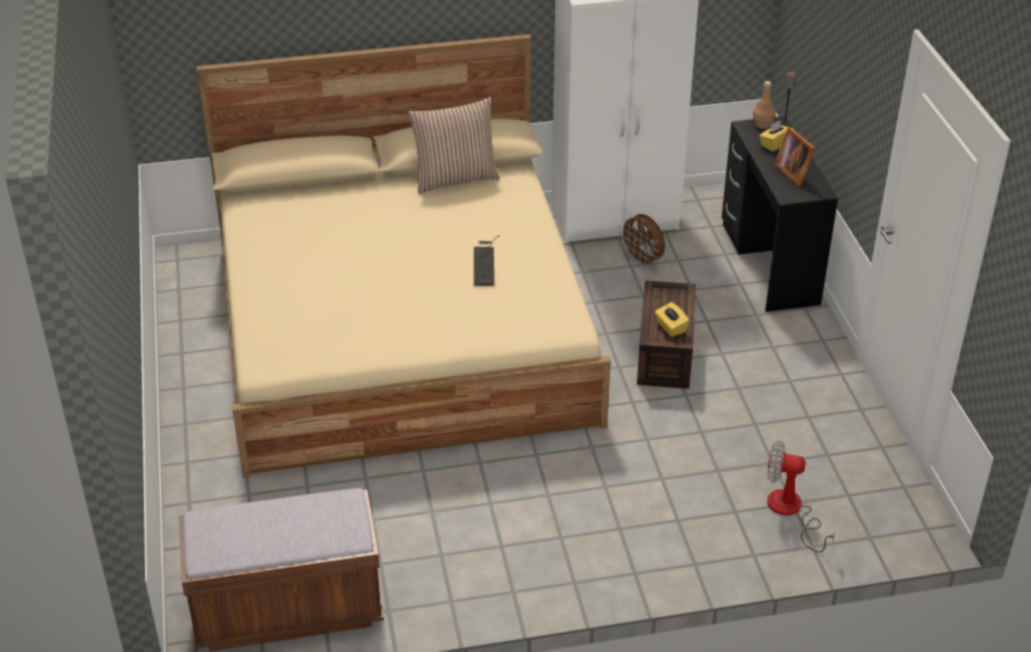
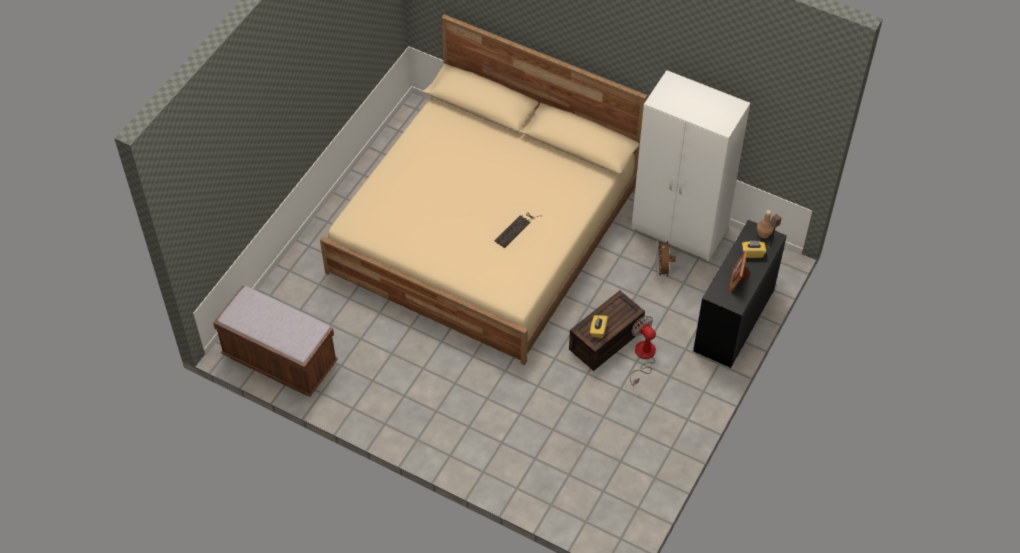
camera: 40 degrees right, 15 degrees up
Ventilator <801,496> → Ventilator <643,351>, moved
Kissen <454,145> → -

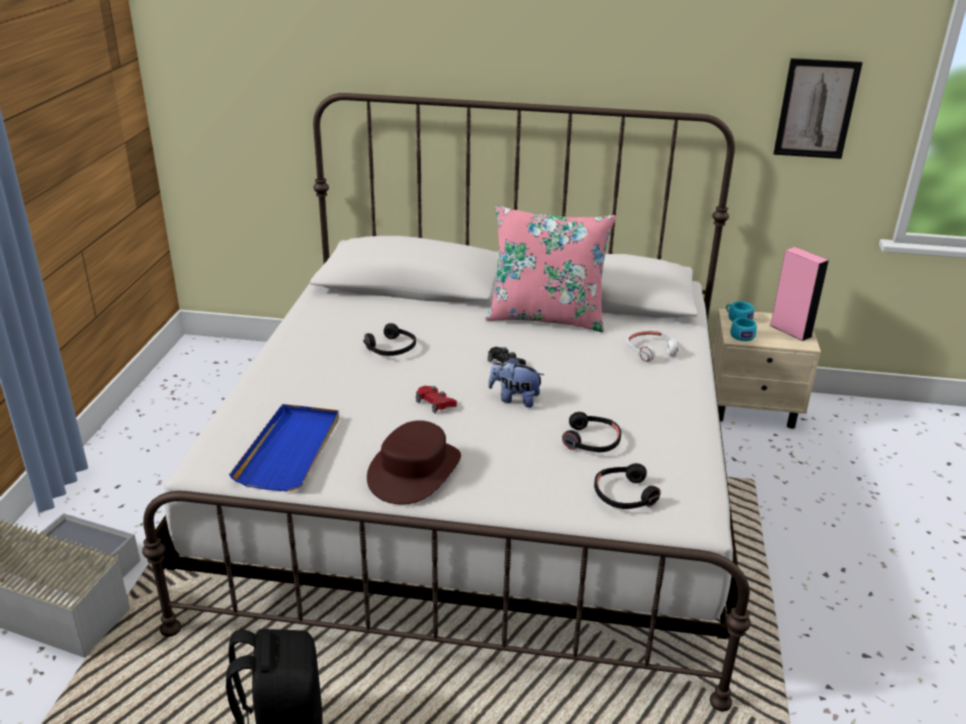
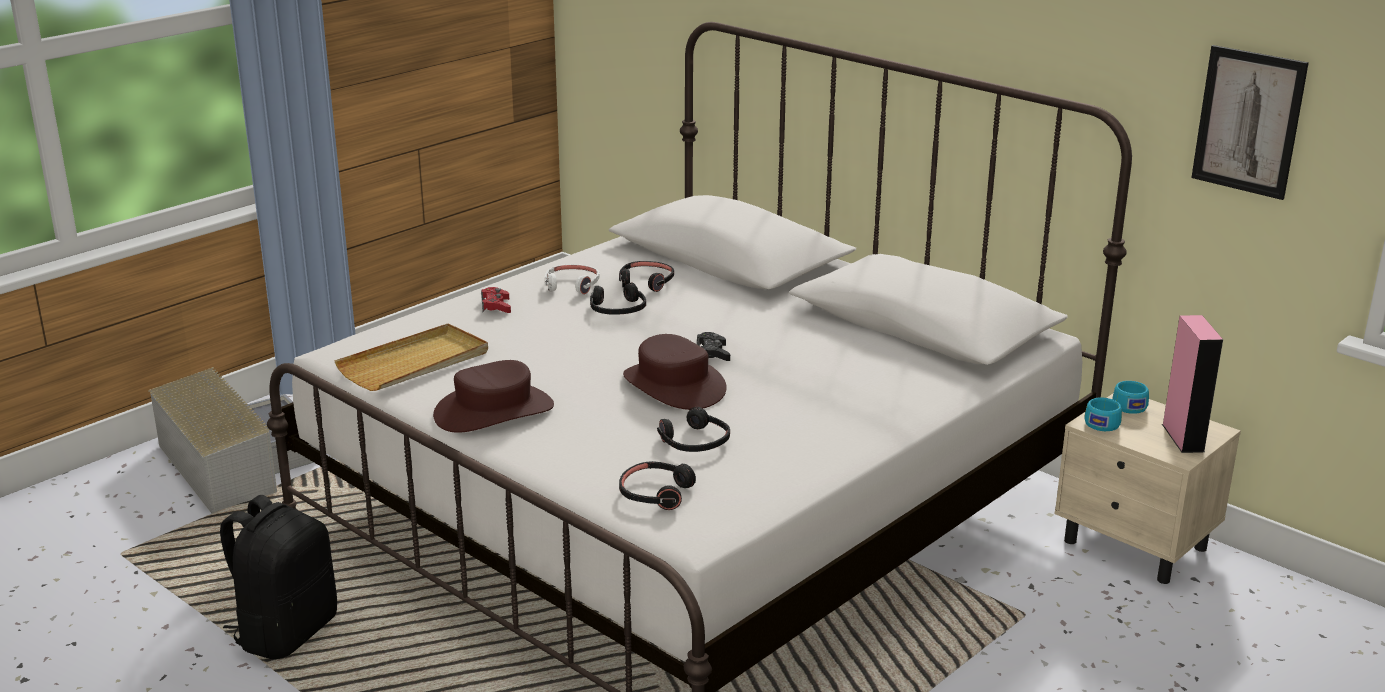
camera: 35 degrees right, 5 degrees down
Tablett/blau <284,447> → Tablett/beige <411,357>
Gamepad/rot <436,400> → Gamepad/rot <496,300>, moved
Kopfhörer/weiß <652,346> → Kopfhörer/weiß <572,279>, moved
- → Kopfhörer/schwarz <646,276>
Plüschtier <516,382> → Hut/braun <675,372>
Kissen/rosa <551,268> → -

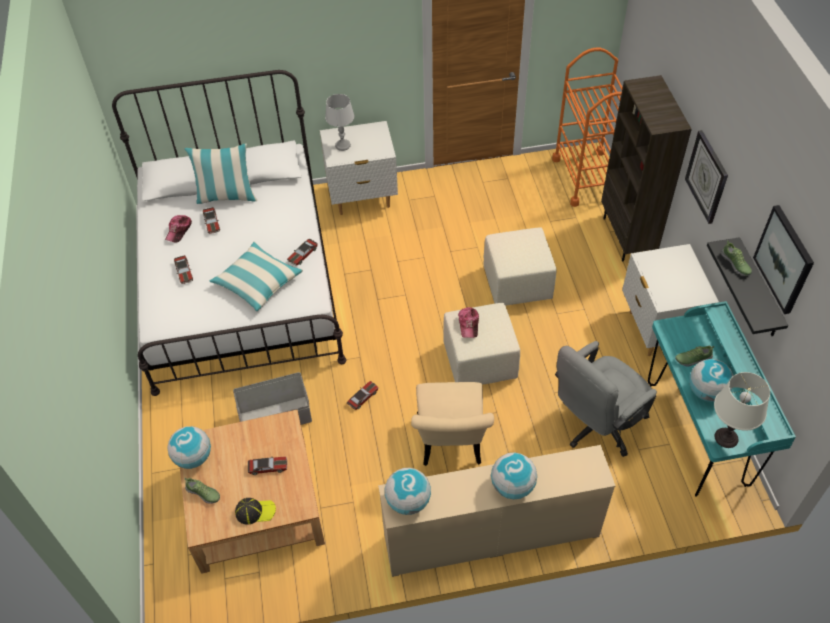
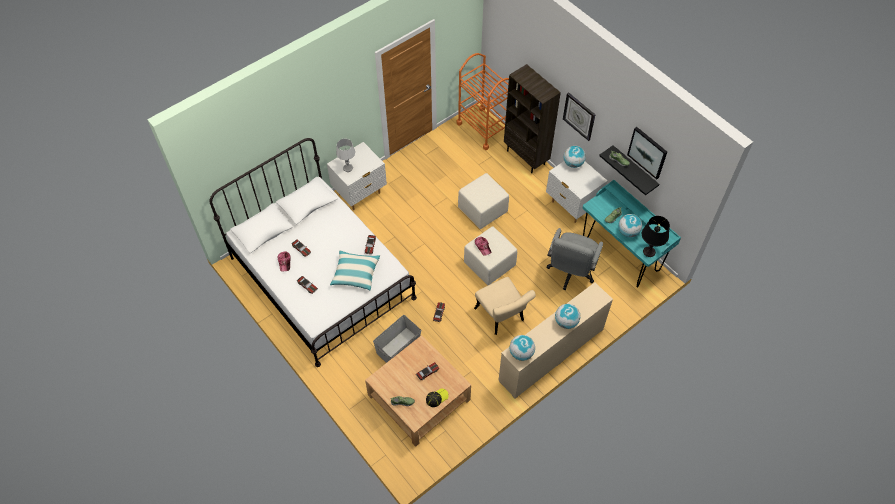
camera: 30 degrees left, 5 degrees up
Globus <189,447> → Globus <575,157>, moved
Tischlampe/weiß <742,410> → Tischlampe/schwarz <656,236>
Kissen <220,174> → -

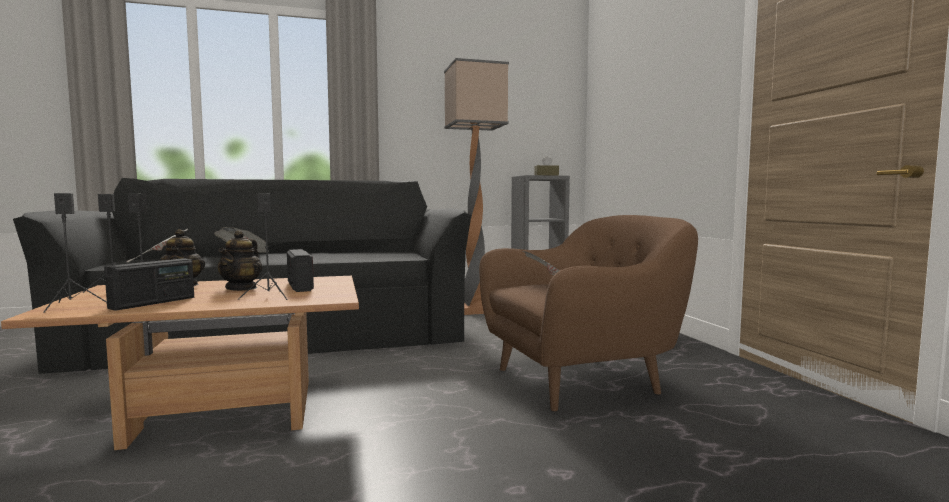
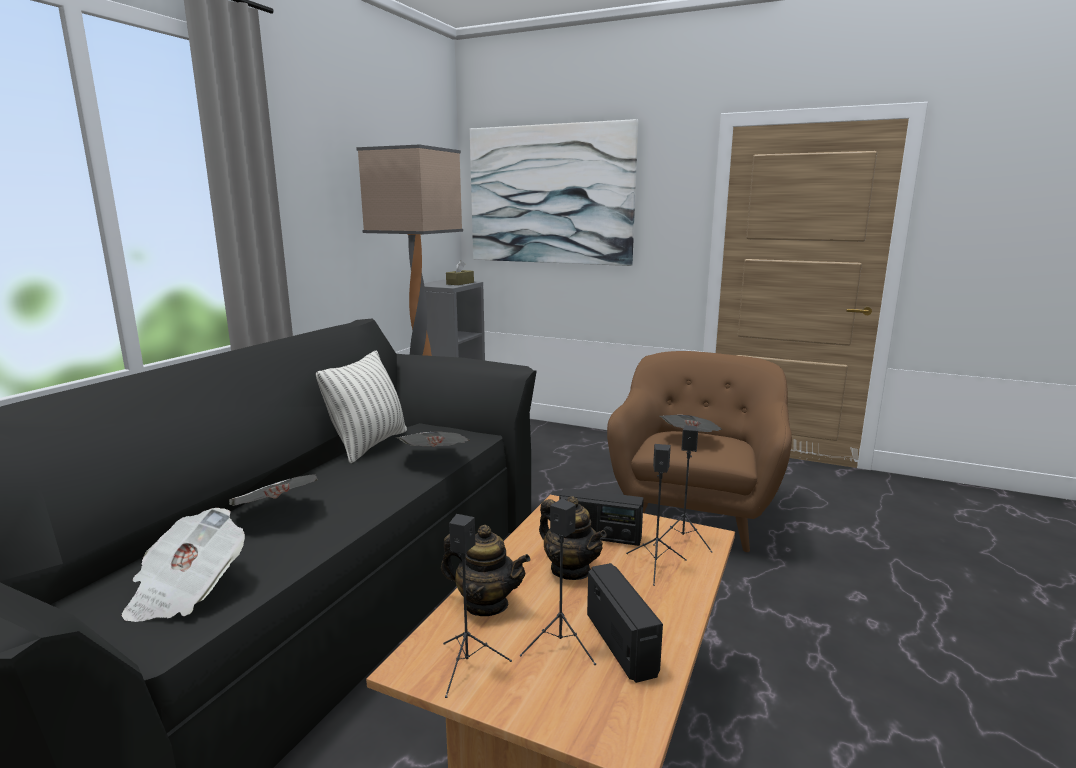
camera: 50 degrees left, 10 degrees up
- → Kissen <361,406>
- → Zeitung <432,439>
- → Bild <554,192>
Lautsprecher/schwarz <74,253> → Lautsprecher/schwarz <683,488>, moved

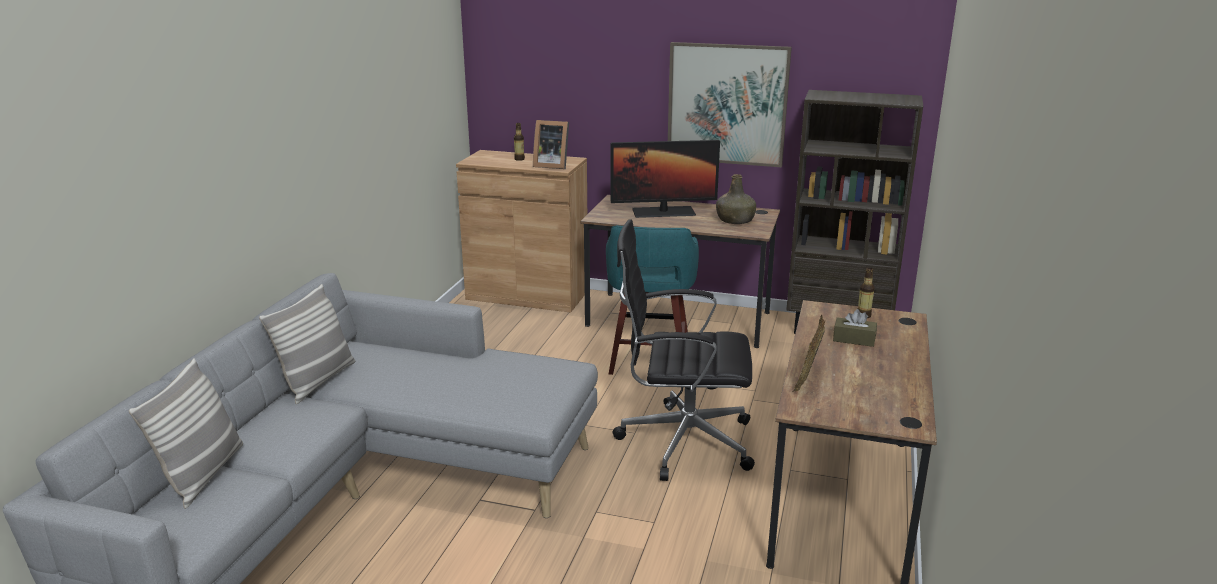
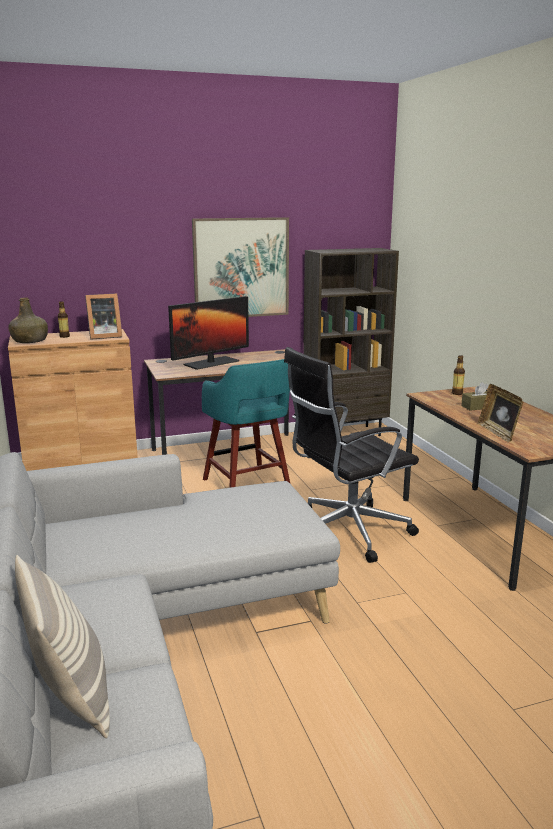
camera: 35 degrees left, 5 degrees down
Flasche/grün <736,199> → Flasche/grün <28,320>, moved
Kissen <307,344> → -

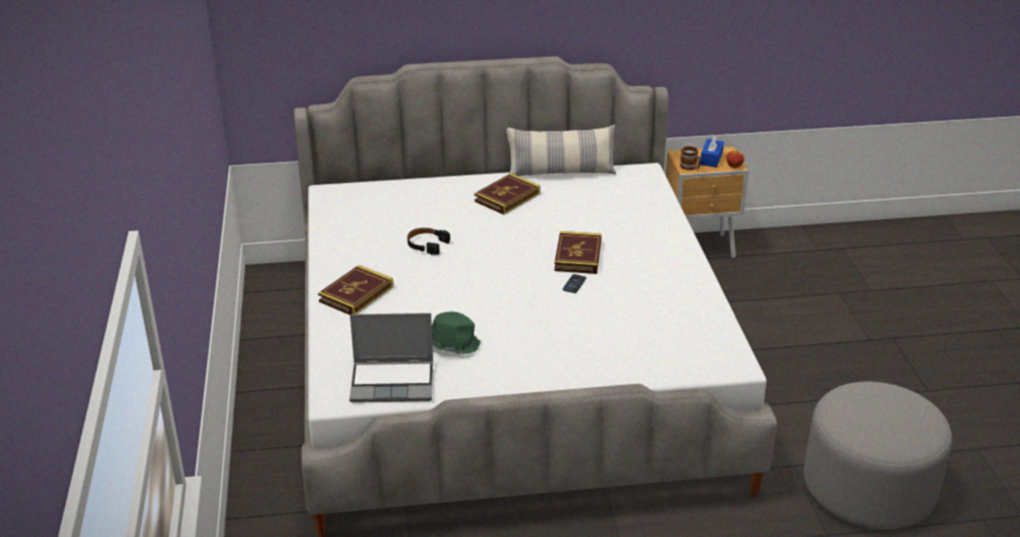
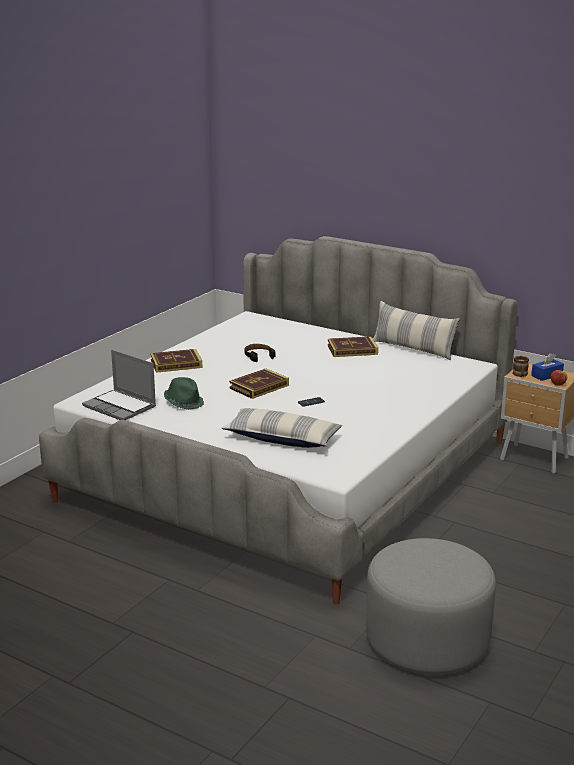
camera: 40 degrees right, 10 degrees down
- → Kissen <281,428>
Buch <578,252> → Buch <259,384>, moved

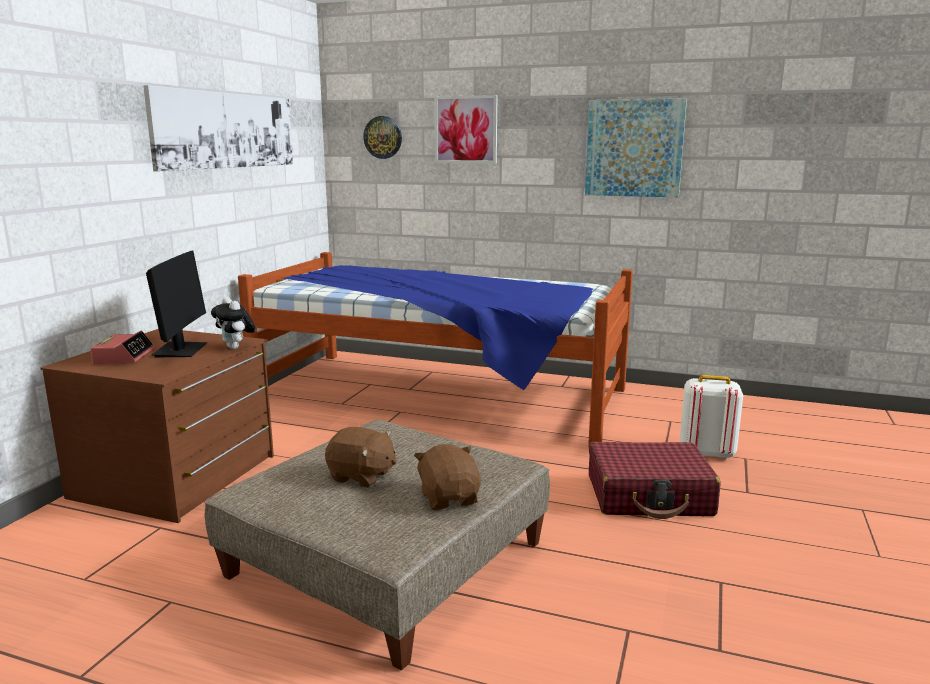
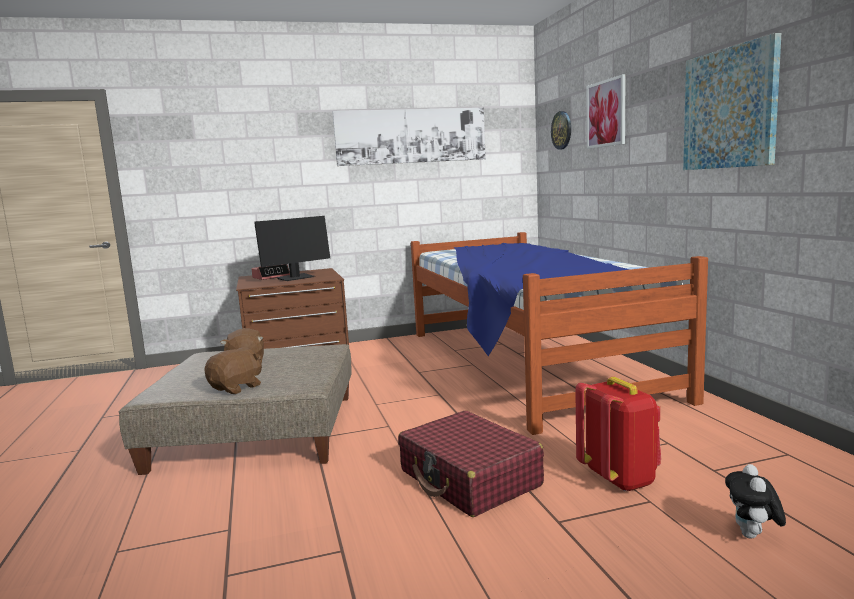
camera: 55 degrees right, 5 degrees down
Rucksack/weiß <711,417> → Rucksack/rot <618,434>
Plüschtier <233,323> → Plüschtier <755,501>, moved

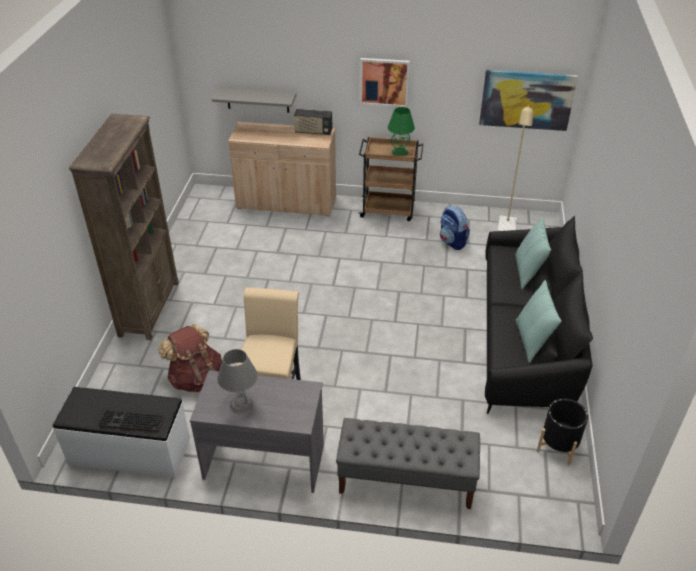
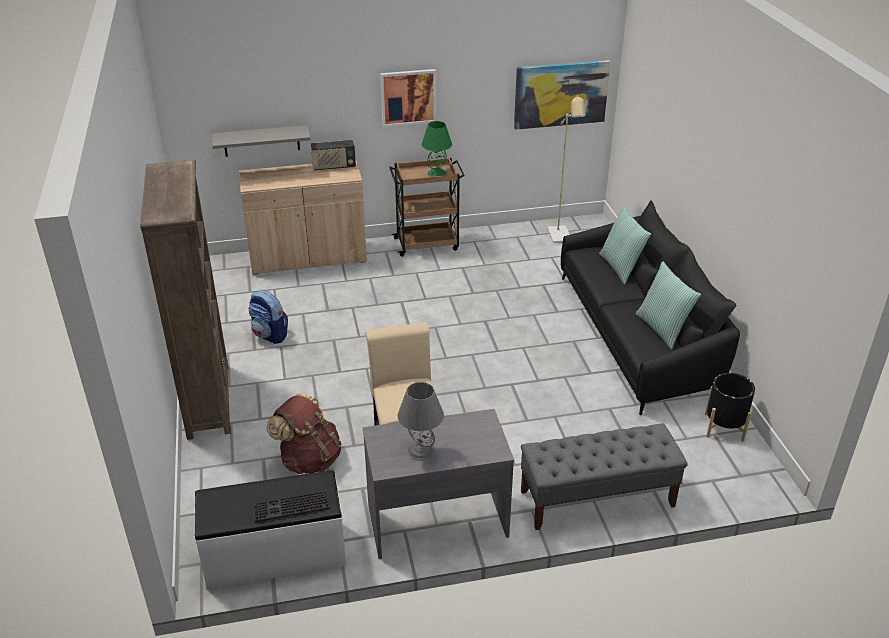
camera: 20 degrees left, 5 degrees down
Rucksack <455,228> → Rucksack <268,317>, moved

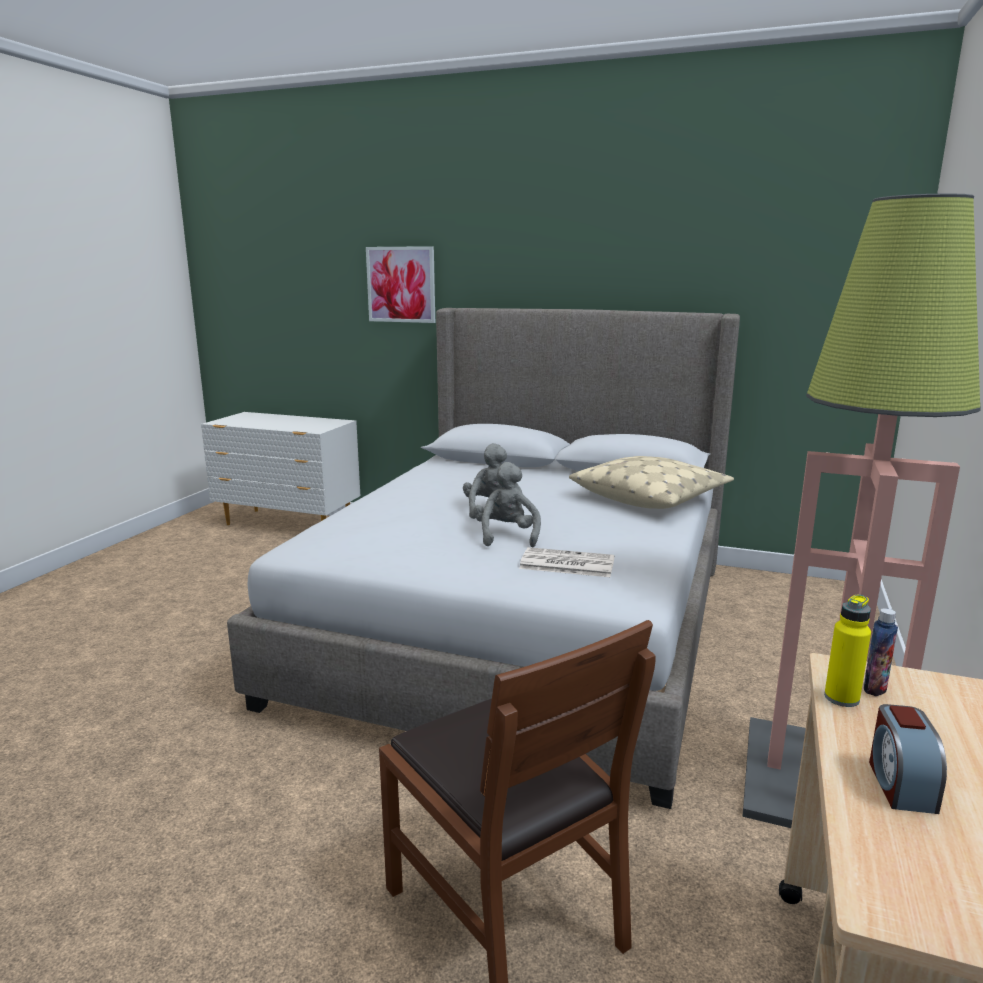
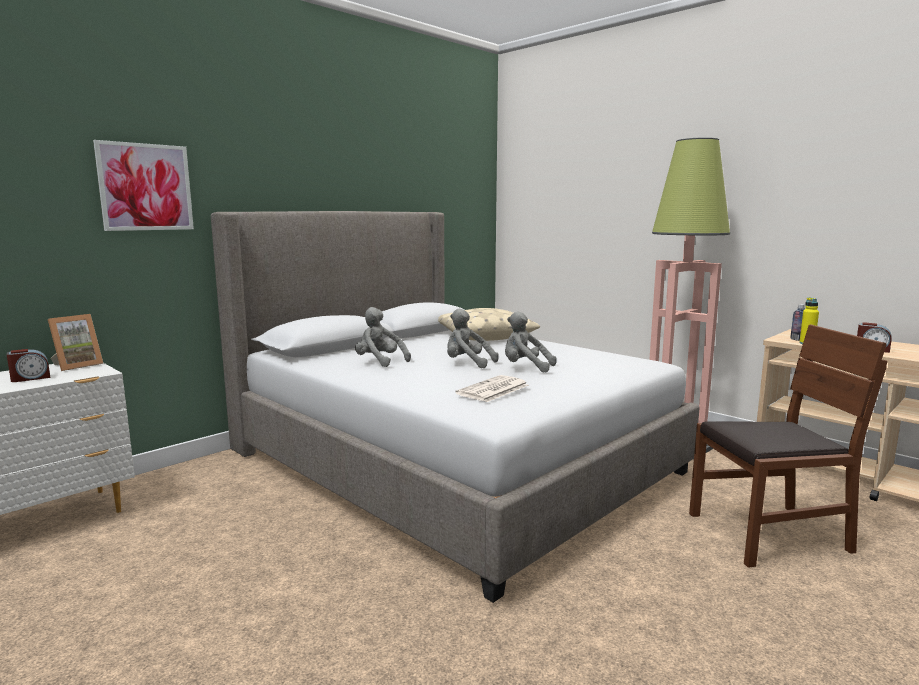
camera: 65 degrees left, 5 degrees down
- → Wecker <28,365>
- → Bilderrahmen <75,342>
- → Plüschtier/grau <383,337>
Zeitung <567,562> → Zeitung <492,388>, moved

